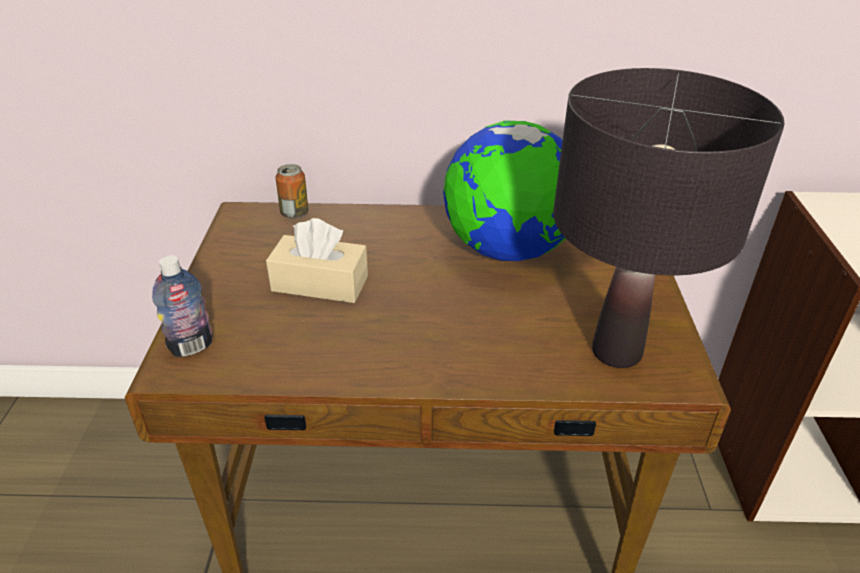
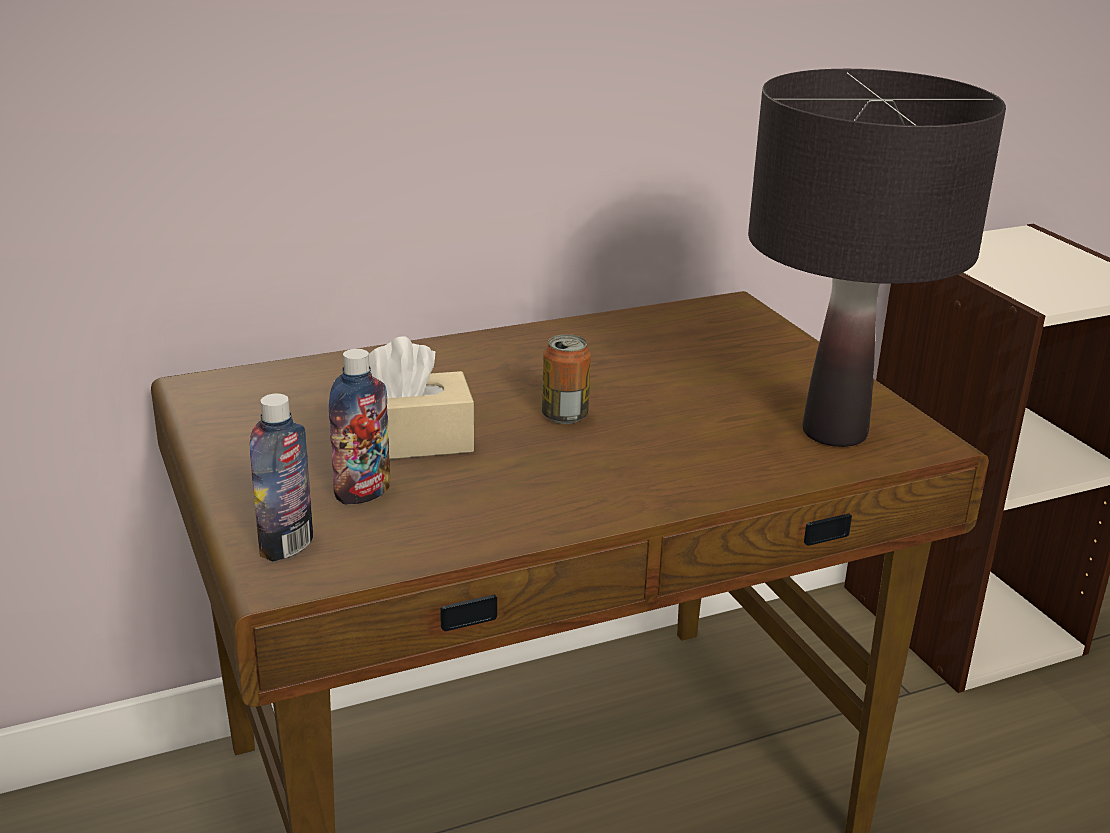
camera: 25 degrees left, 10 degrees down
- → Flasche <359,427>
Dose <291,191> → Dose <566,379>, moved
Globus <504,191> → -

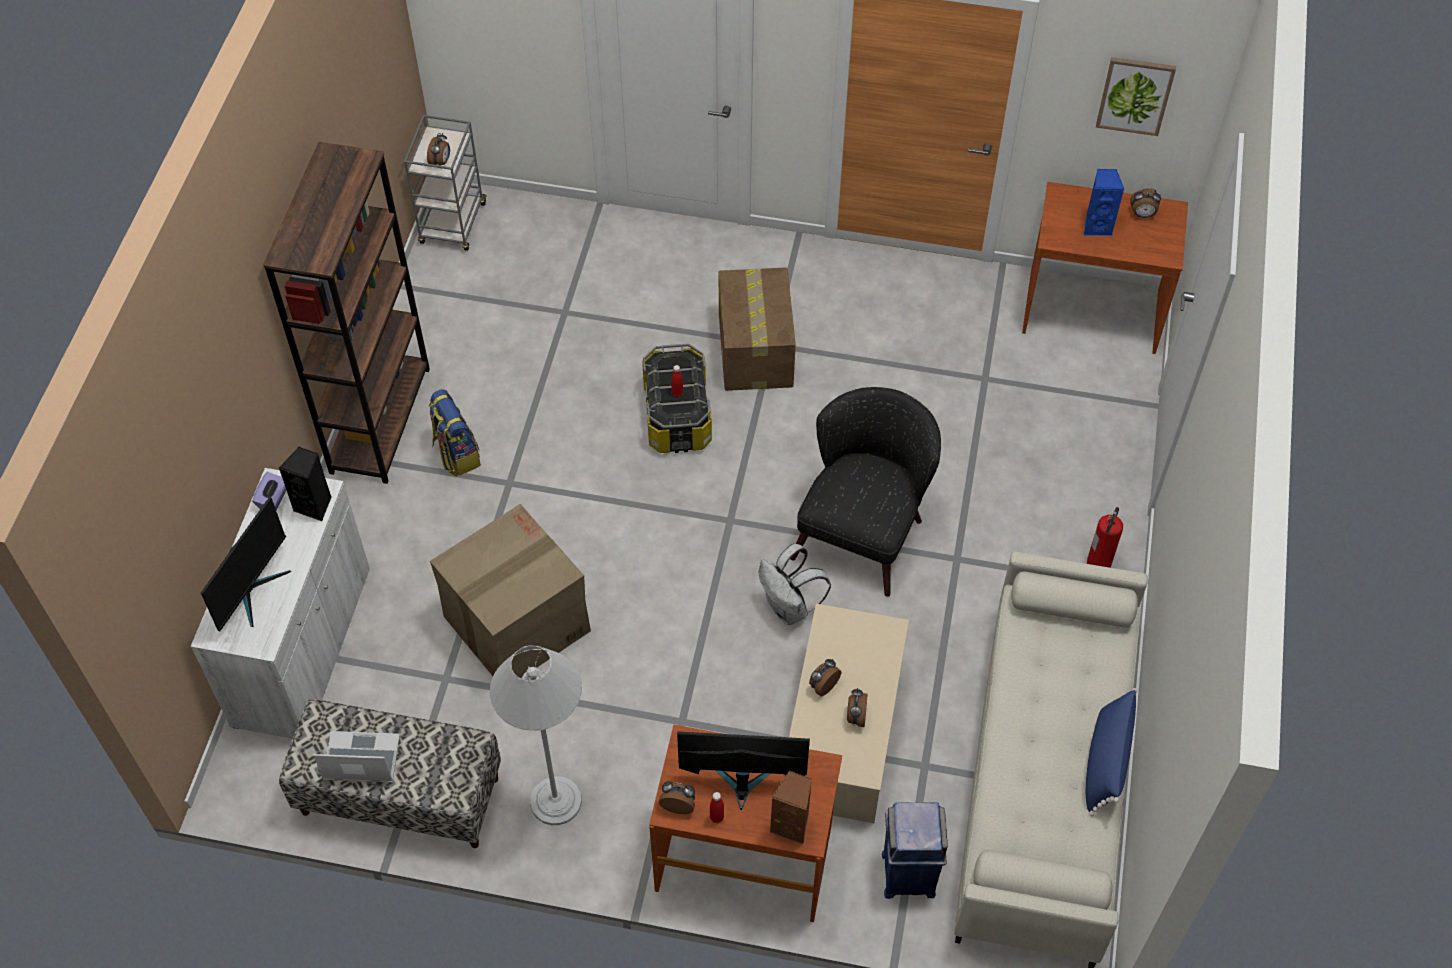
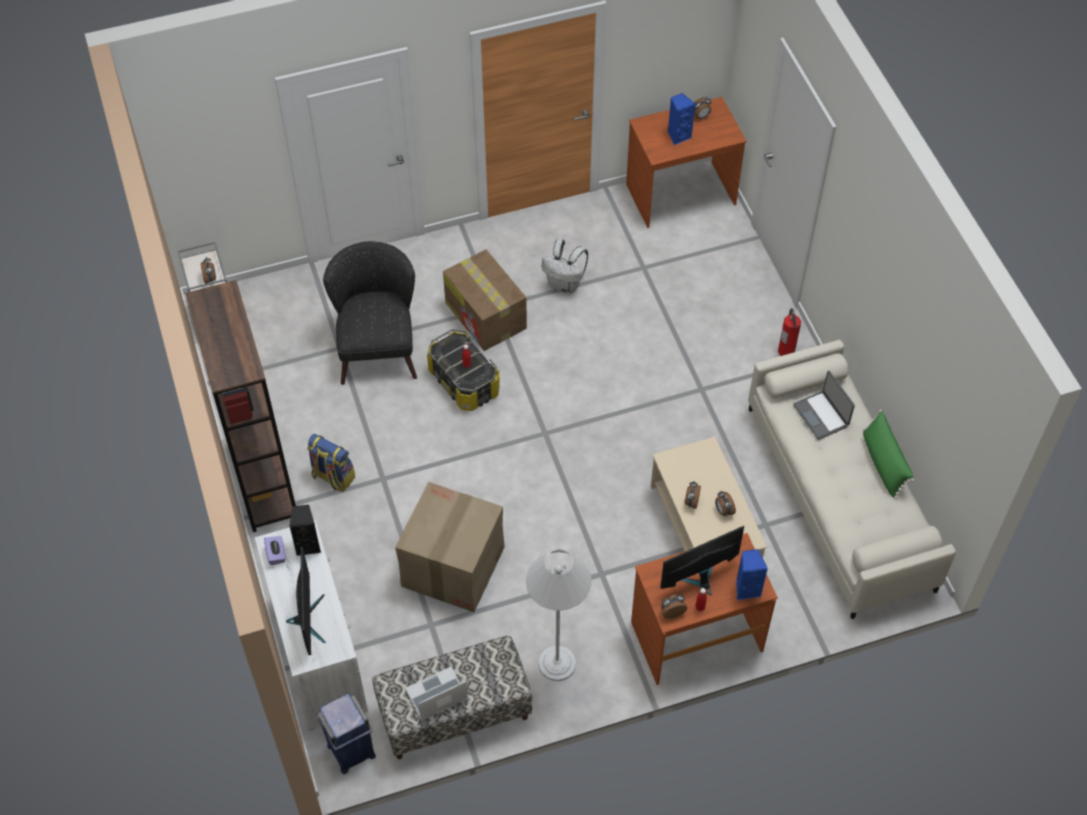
camera: 30 degrees left, 0 degrees up
Mülleimer/blau <915,850> → Mülleimer/blau <346,733>, moved
Sessel/schwarz <865,492> → Sessel/schwarz <370,313>, moved
Rucksack/weiß <795,584> → Rucksack/weiß <564,266>, moved
Lautsprecher/braun <791,808> → Lautsprecher/blau <752,574>
- → Laptop <824,405>
Kissen/blau <1111,752> → Kissen/grün <888,454>
Bild <1136,96> → -

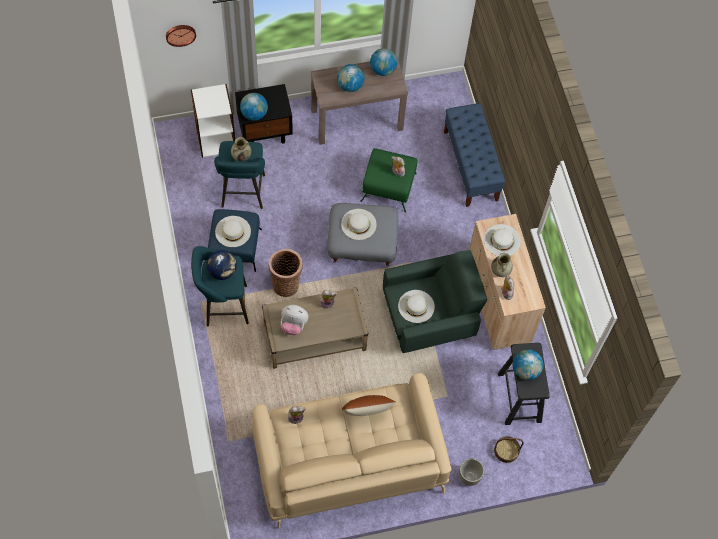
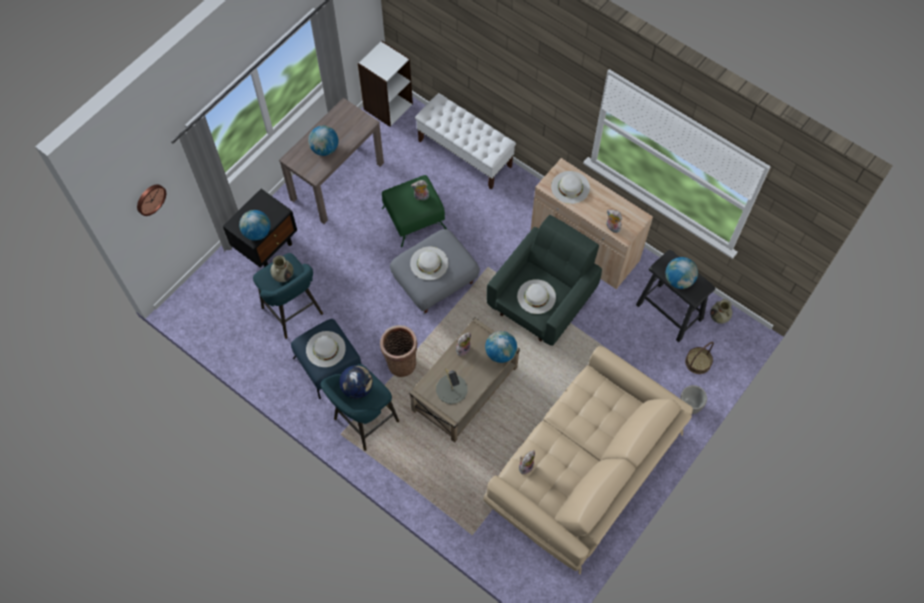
camera: 35 degrees left, 0 degrees up
Bücherregal/weiß <213,121> → Bücherregal/weiß <385,84>, moved
Bank/blau <474,155> → Bank/weiß <465,141>
Plüschtier <295,320> → Tischlampe/grau <452,386>
Globus <383,62> → Globus <501,347>, moved
Vase/beige <502,265> → Vase/beige <721,311>, moved
Kissen/braun <369,405> → -

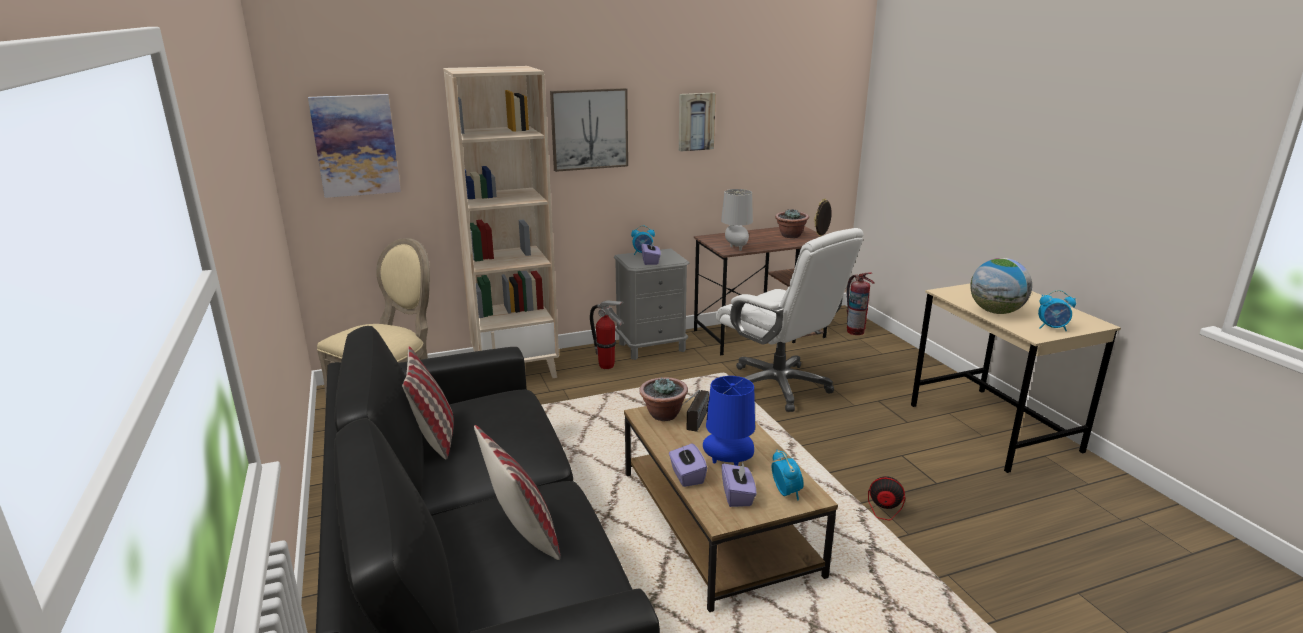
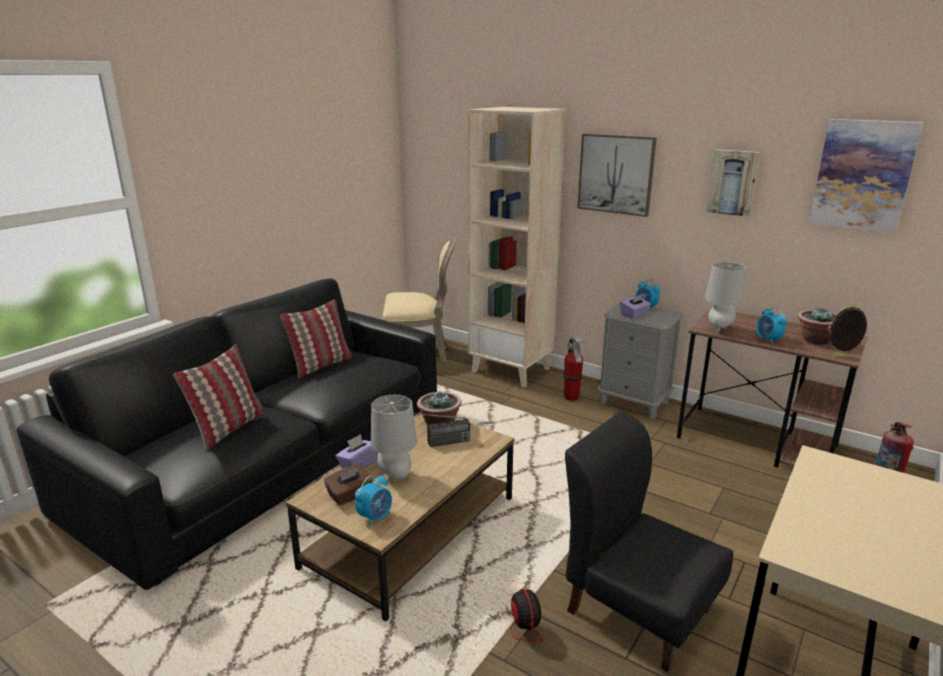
camera: 55 degrees right, 0 degrees up
Taschentuchbox/lila <738,484> → Taschentuchbox/braun <348,485>
Tischlampe/blau <729,421> → Tischlampe/grau <394,438>
- → Stuhl/schwarz <649,542>
Wecker <1057,310> → Wecker <771,326>, moved
Bild <354,146> → Bild <866,176>, moved
Bürostuhl/weiß <790,320> → -
Globus <1001,286> → -

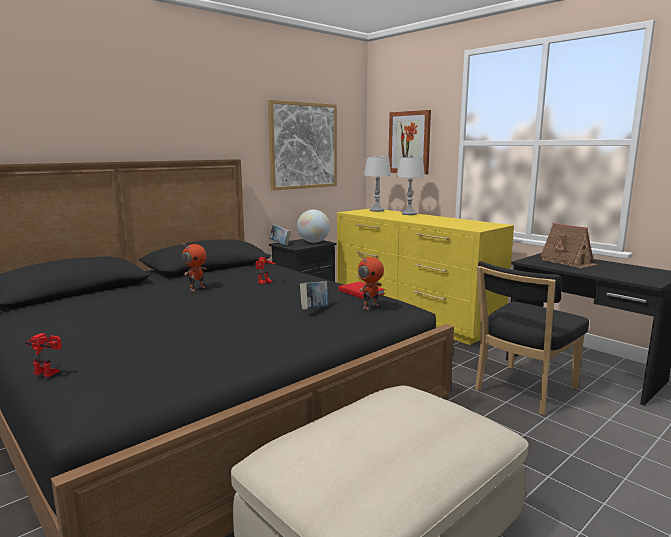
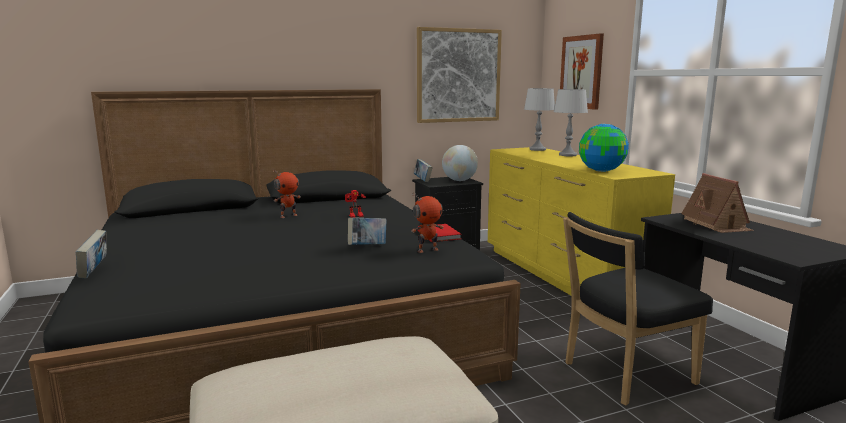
camera: 20 degrees right, 0 degrees up
Spielzeugroboter <43,355> → Buch <91,254>
- → Globus <604,148>

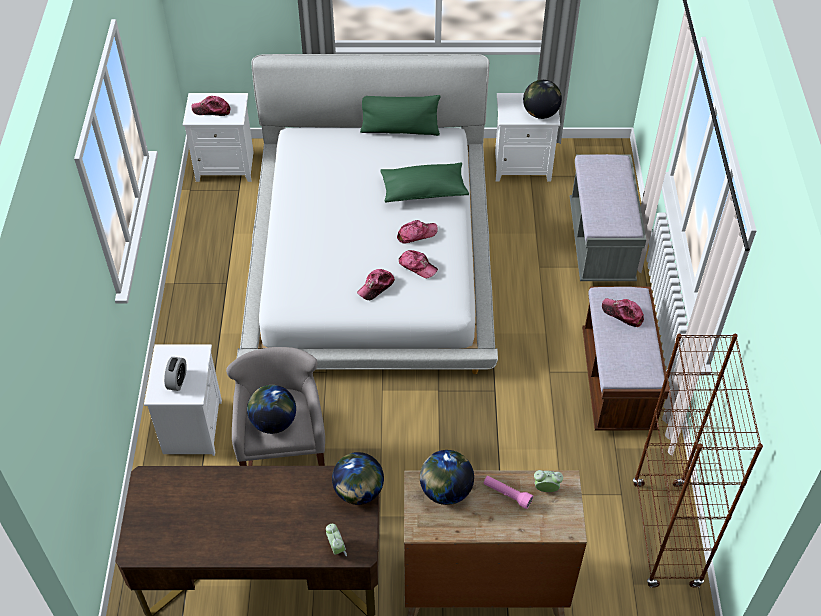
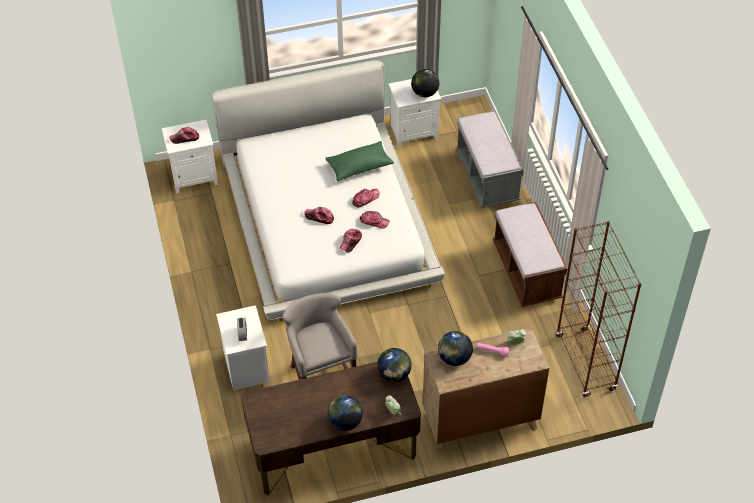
camera: 15 degrees left, 0 degrees up
Kappe <623,312> → Kappe <319,215>, moved
Globus <271,409> → Globus <345,413>, moved
Kissen/grün <400,115> → -

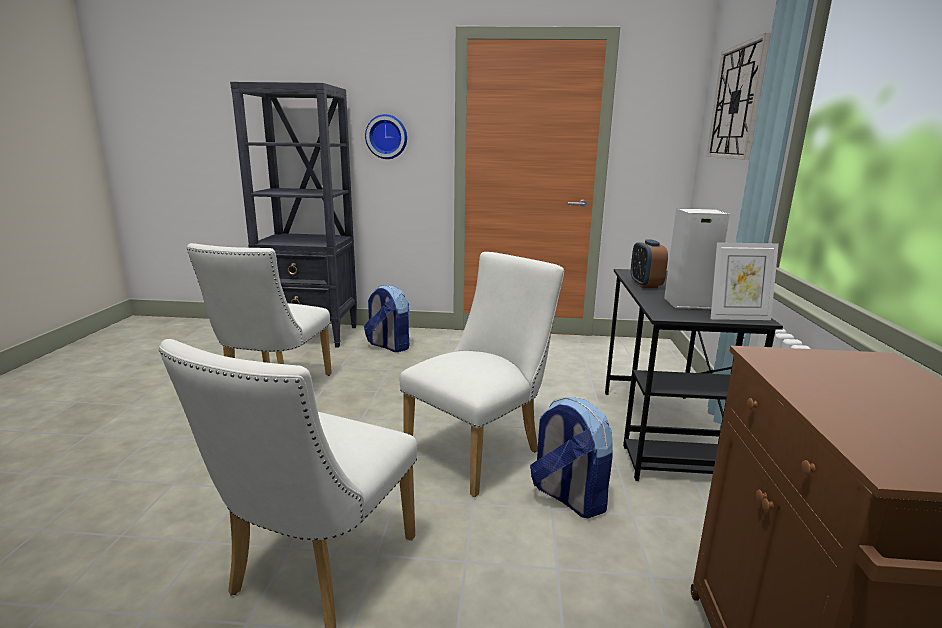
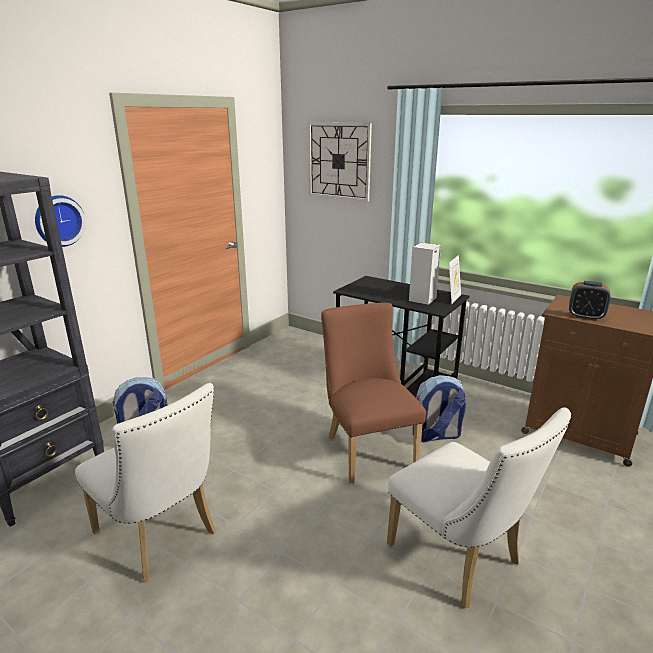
camera: 60 degrees left, 5 degrees up
Stuhl/weiß <482,374> → Stuhl/braun <373,393>
Wecker <649,264> → Wecker <590,301>, moved

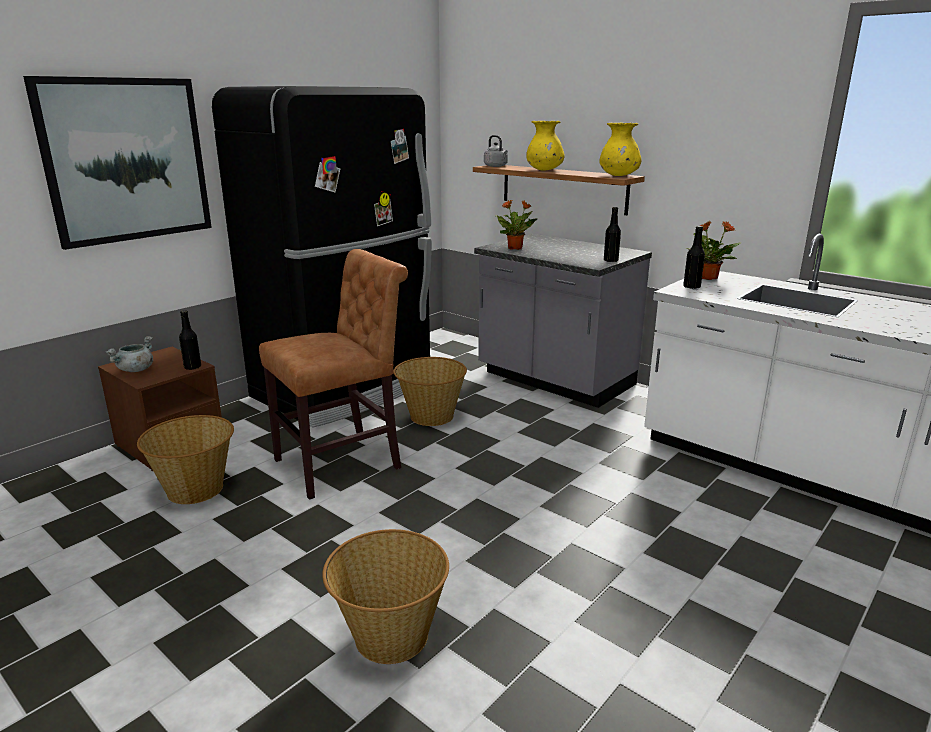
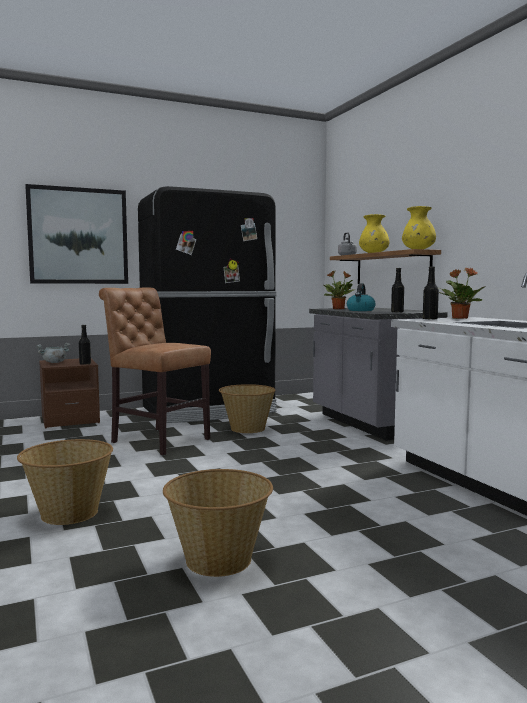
camera: 25 degrees right, 15 degrees down
Stuhl/braun <333,374> → Stuhl/braun <155,371>, 135 degrees counterclockwise
Korb <185,459> → Korb <218,523>, moved
- → Wasserkessel <361,297>

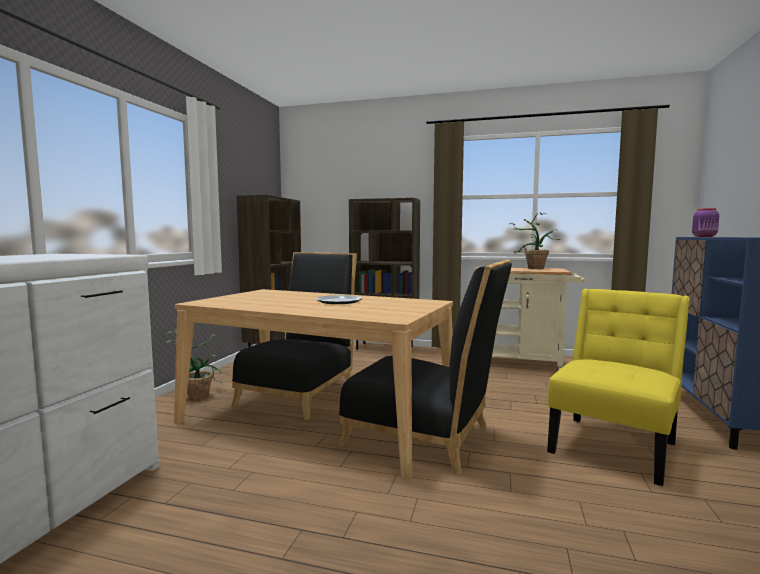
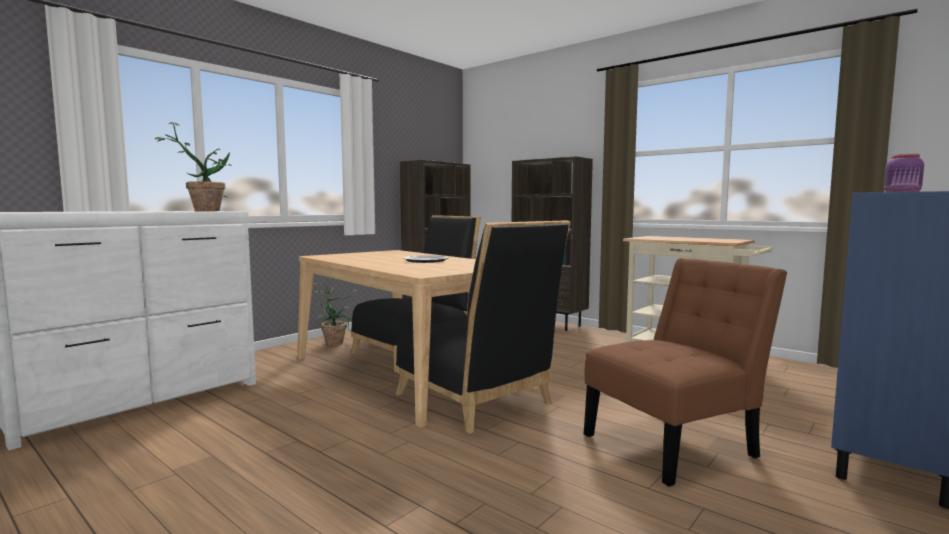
camera: 25 degrees right, 0 degrees up
Topfpflanze <535,241> → Topfpflanze <193,166>, moved
Stuhl/gelb <618,387> → Stuhl/braun <685,372>

